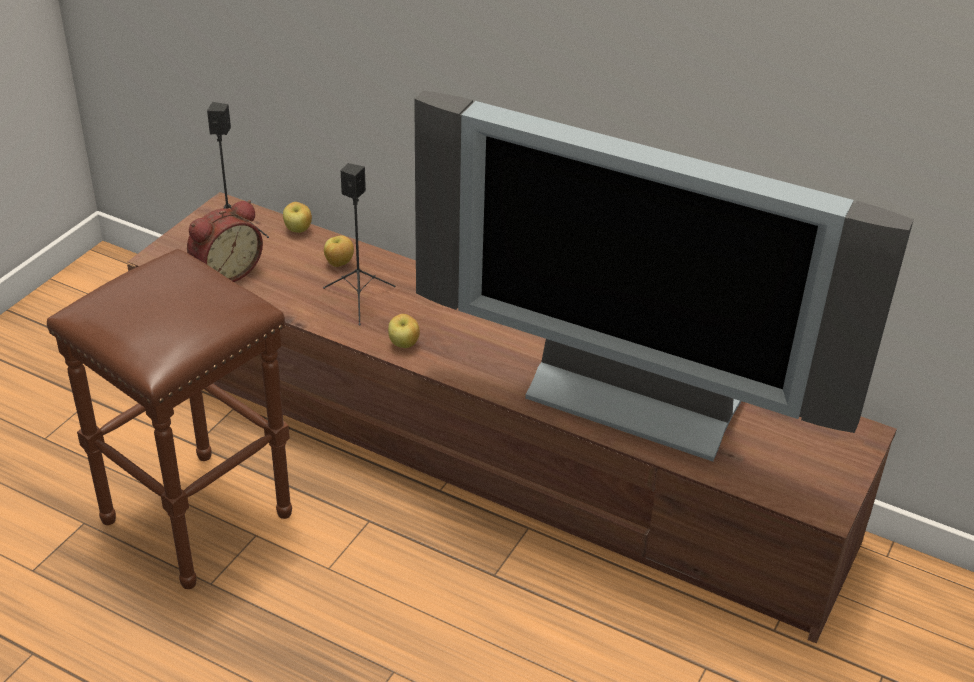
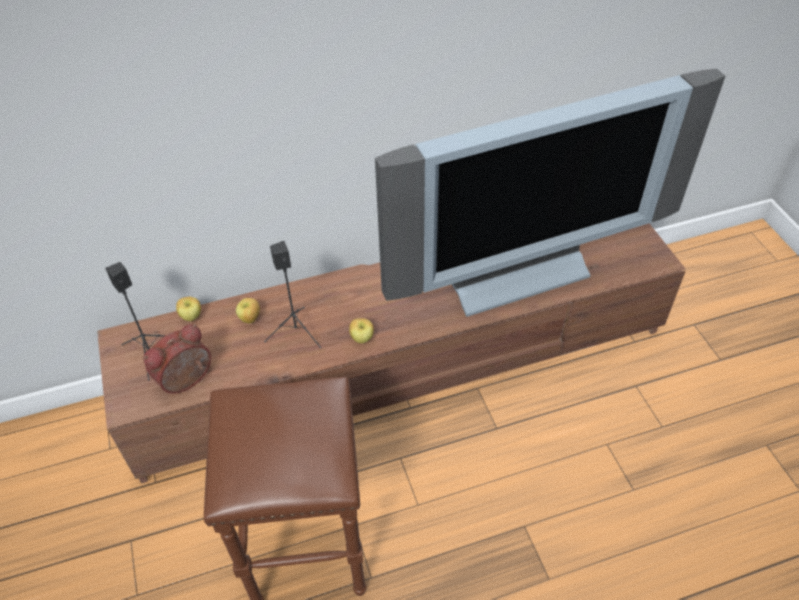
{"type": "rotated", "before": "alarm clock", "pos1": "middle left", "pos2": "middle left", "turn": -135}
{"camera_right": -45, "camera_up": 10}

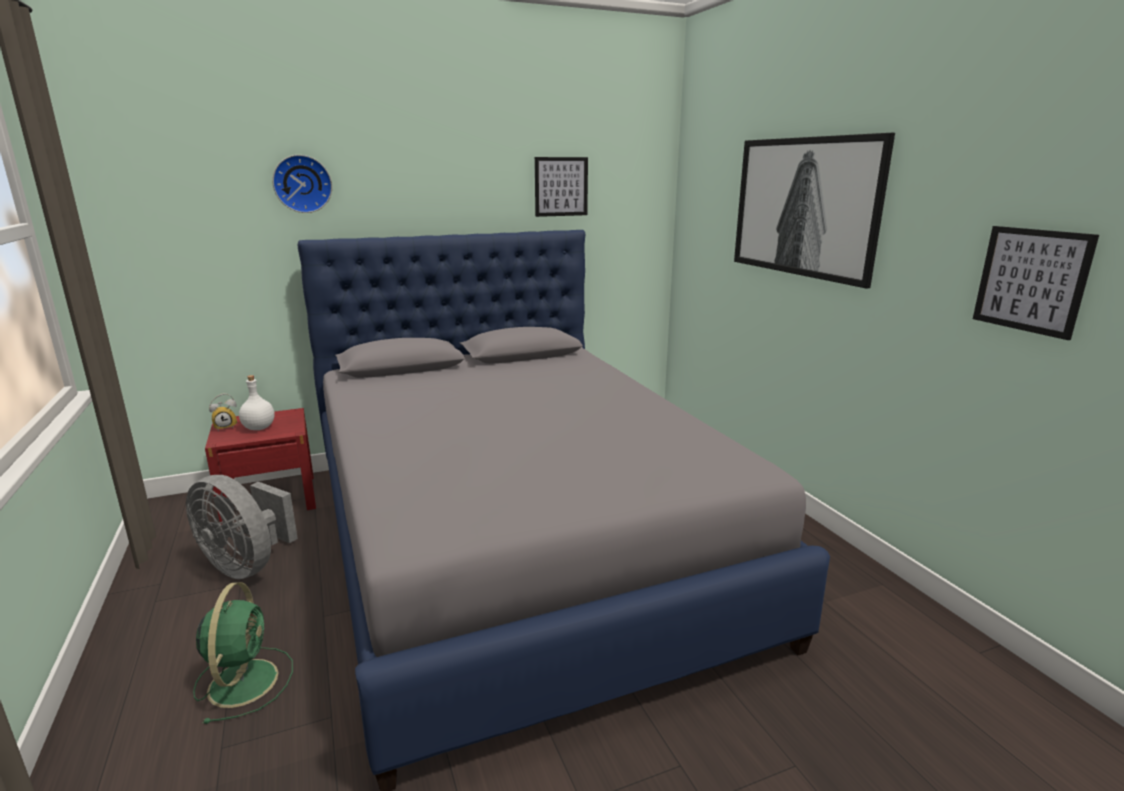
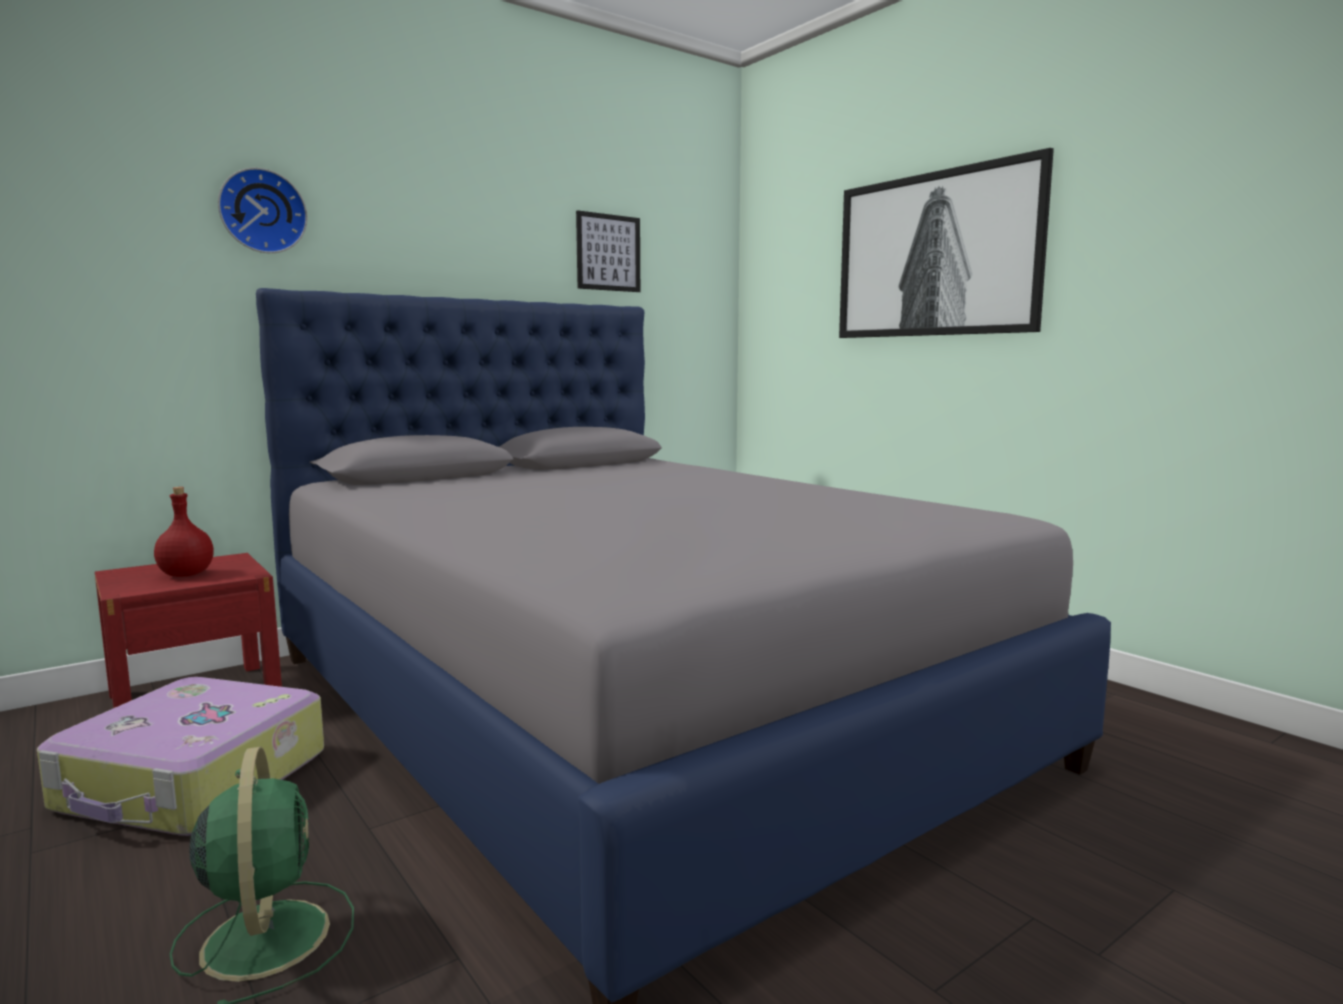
{"type": "gone", "before": "picture (no. 3 from left)", "pos1": "middle right"}
{"type": "repainted", "before": "white bottle", "after": "red bottle", "pos1": "middle left", "pos2": "middle left"}
{"type": "gone", "before": "alarm clock", "pos1": "middle left"}
{"type": "swapped", "before": "grey fan", "after": "suitcase", "pos1": "middle left", "pos2": "bottom left"}
{"camera_right": -15, "camera_up": -10}

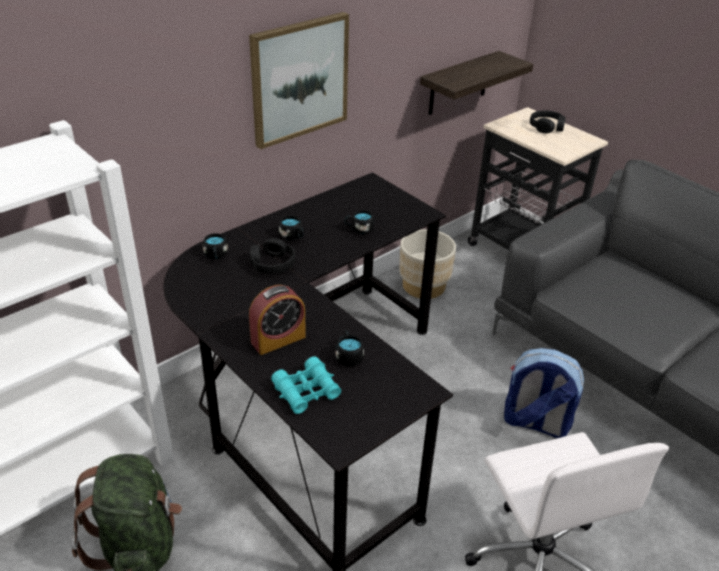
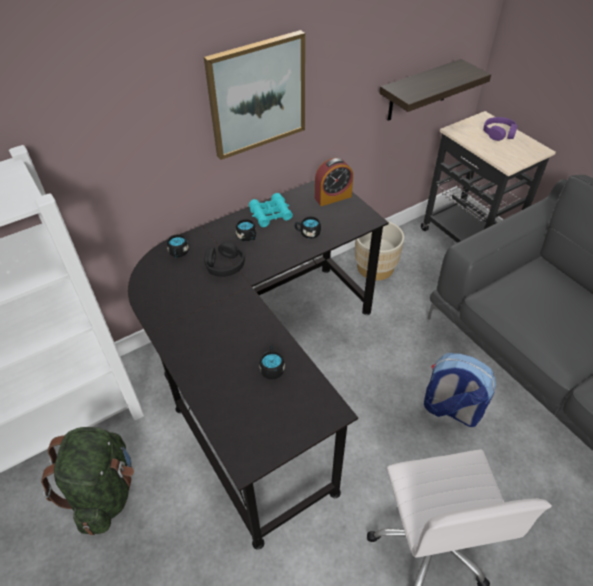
{"type": "repainted", "before": "black headphones (no. 2 from left)", "after": "purple headphones", "pos1": "top right", "pos2": "top right"}
{"type": "shifted", "before": "alarm clock", "pos1": "centre", "pos2": "top centre"}
{"type": "shifted", "before": "turquoise binoculars", "pos1": "bottom centre", "pos2": "centre"}
{"camera_right": 10, "camera_up": 10}

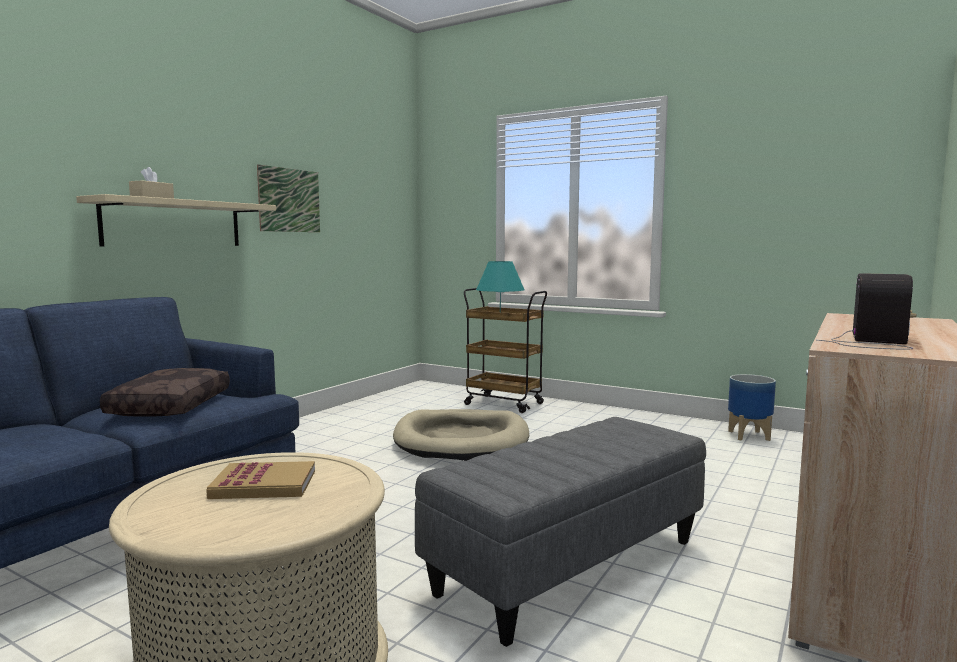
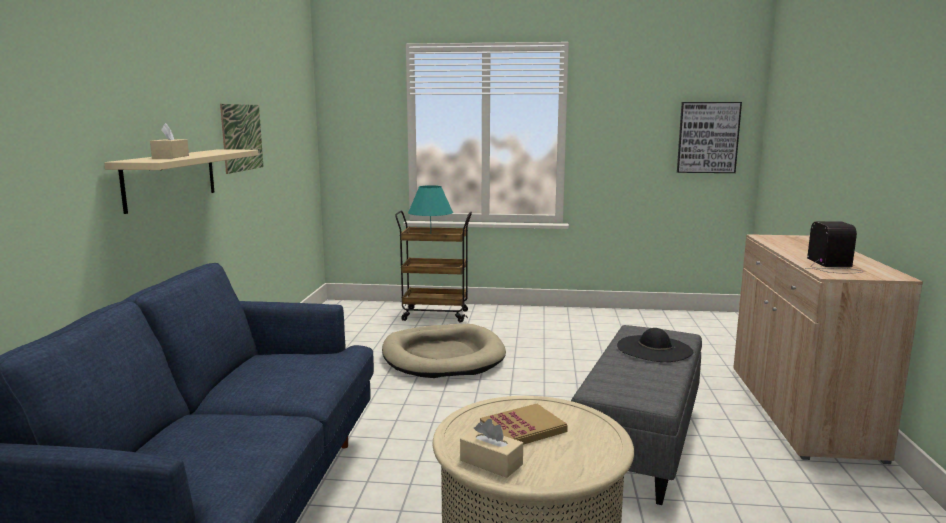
{"type": "gone", "before": "brown pillow", "pos1": "middle left"}
{"type": "gone", "before": "planter", "pos1": "middle right"}
{"type": "new", "after": "picture (no. 2 from left)", "pos2": "top right"}
{"type": "new", "after": "black hat", "pos2": "middle right"}
{"type": "new", "after": "beige tissue box (no. 2 from left)", "pos2": "bottom centre"}
{"camera_right": -25, "camera_up": 5}

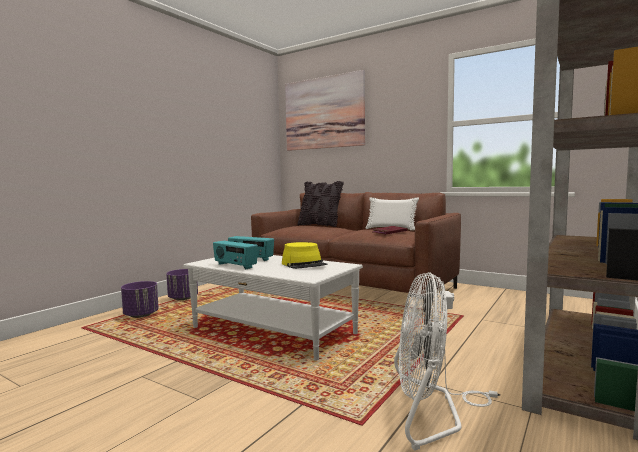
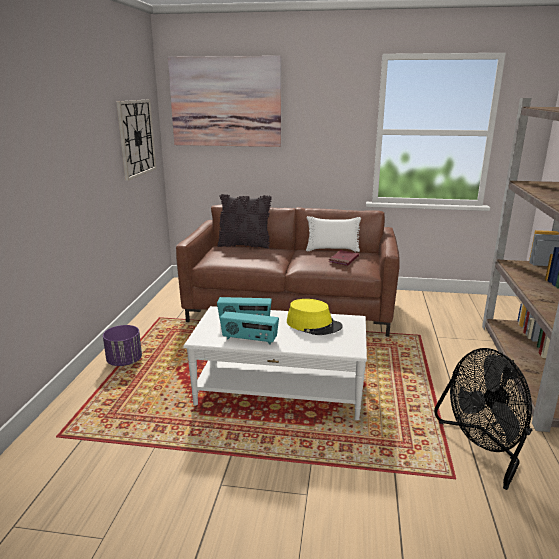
{"type": "repainted", "before": "white fan", "after": "black fan", "pos1": "bottom right", "pos2": "bottom right"}
{"type": "gone", "before": "purple planter (no. 1 from left)", "pos1": "middle left"}
{"type": "new", "after": "wall clock", "pos2": "top left"}
{"camera_right": -25, "camera_up": 15}

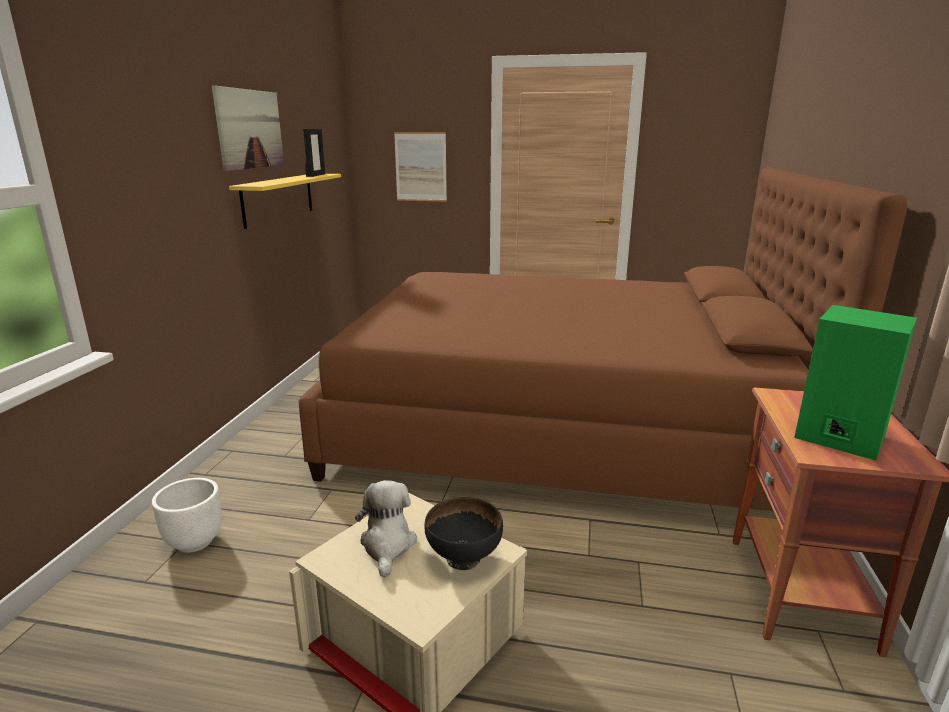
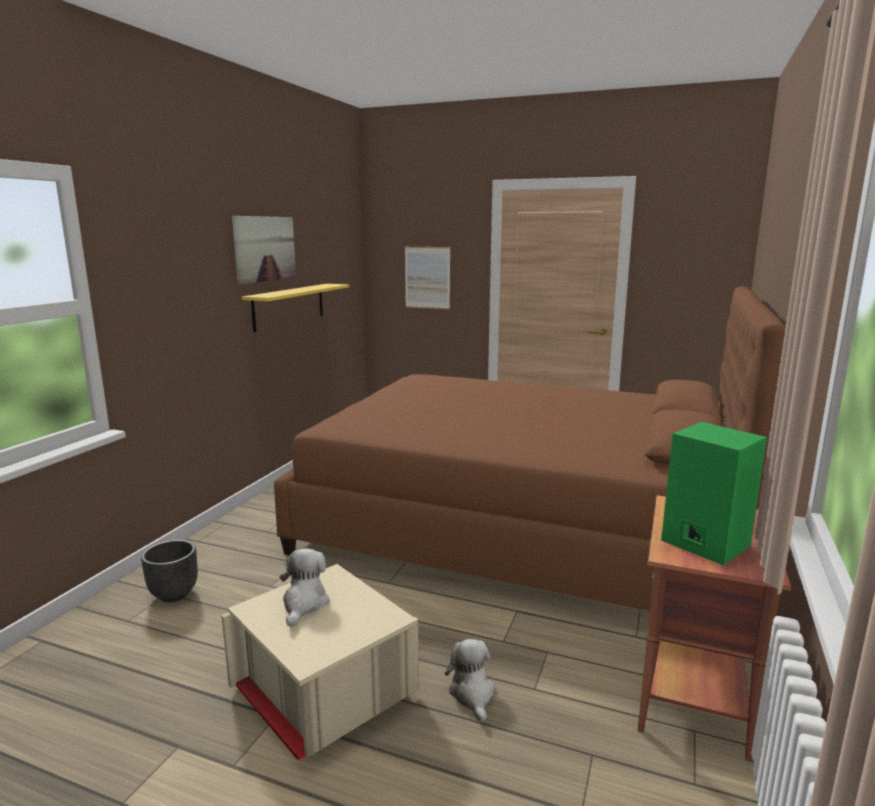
{"type": "gone", "before": "picture frame", "pos1": "top left"}
{"type": "repainted", "before": "white planter", "after": "black planter", "pos1": "bottom left", "pos2": "bottom left"}
{"type": "gone", "before": "black bowl", "pos1": "bottom centre"}
{"type": "new", "after": "plush toy (no. 2 from left)", "pos2": "bottom centre"}
{"camera_right": 10, "camera_up": -5}

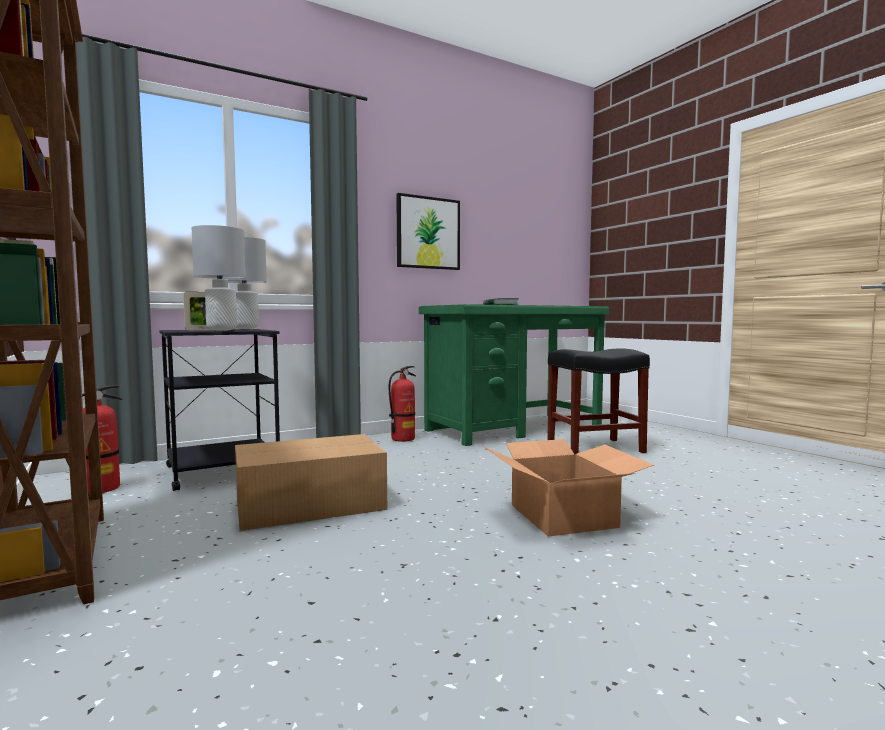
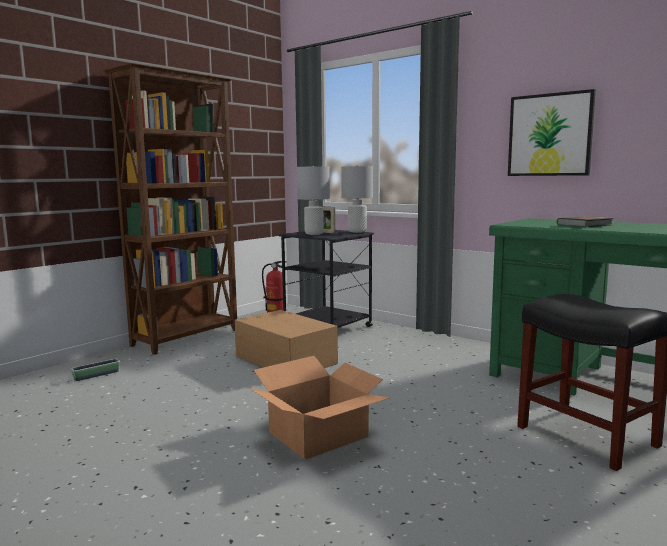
{"type": "gone", "before": "fire extinguisher (no. 2 from left)", "pos1": "centre"}
{"type": "new", "after": "planter", "pos2": "bottom left"}
{"camera_right": 70, "camera_up": 5}

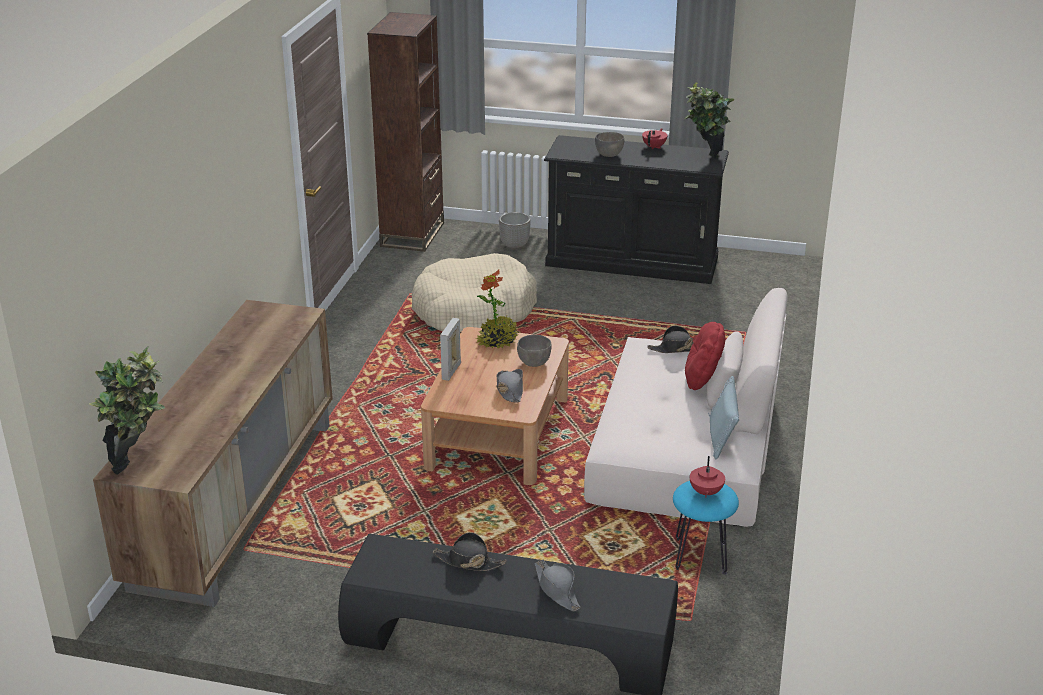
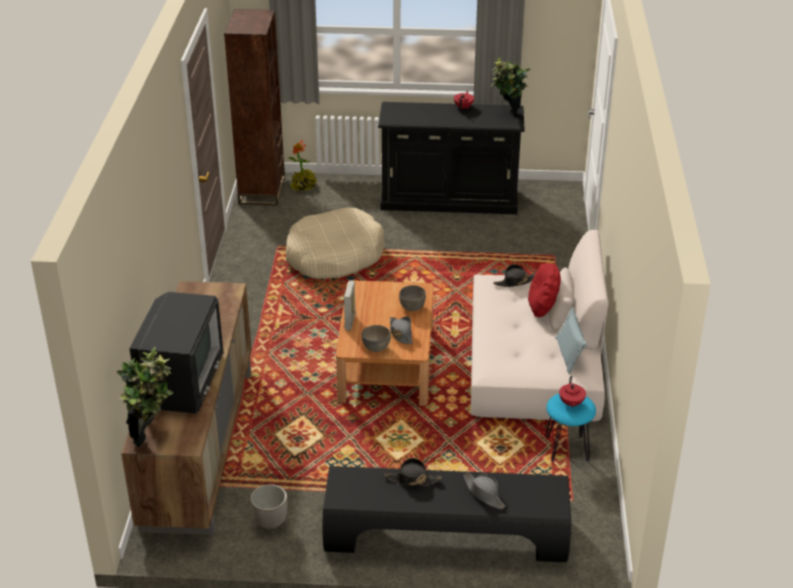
{"type": "shifted", "before": "grey bowl (no. 2 from left in the first image)", "after": "grey bowl (no. 1 from left)", "pos1": "top centre", "pos2": "centre"}
{"type": "shifted", "before": "planter", "pos1": "top centre", "pos2": "bottom centre"}
{"type": "shifted", "before": "potted plant (no. 2 from left)", "pos1": "centre", "pos2": "top centre"}
{"type": "new", "after": "television", "pos2": "middle left"}
{"camera_right": -10, "camera_up": 5}

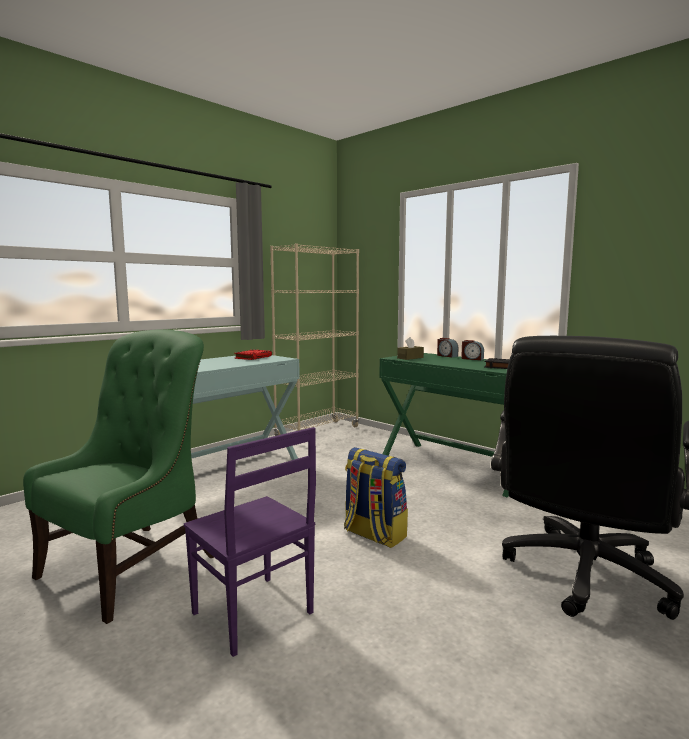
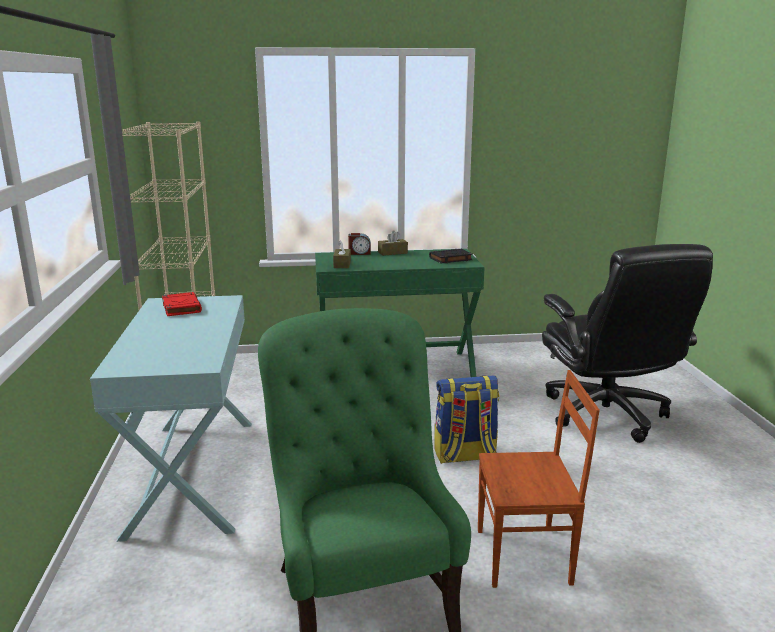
{"type": "swapped", "before": "alarm clock (no. 2 from left)", "after": "brown tissue box (no. 2 from left)", "pos1": "middle right", "pos2": "centre"}
{"type": "repainted", "before": "purple chair", "after": "brown chair", "pos1": "bottom centre", "pos2": "bottom right"}
{"camera_right": -50, "camera_up": 10}

